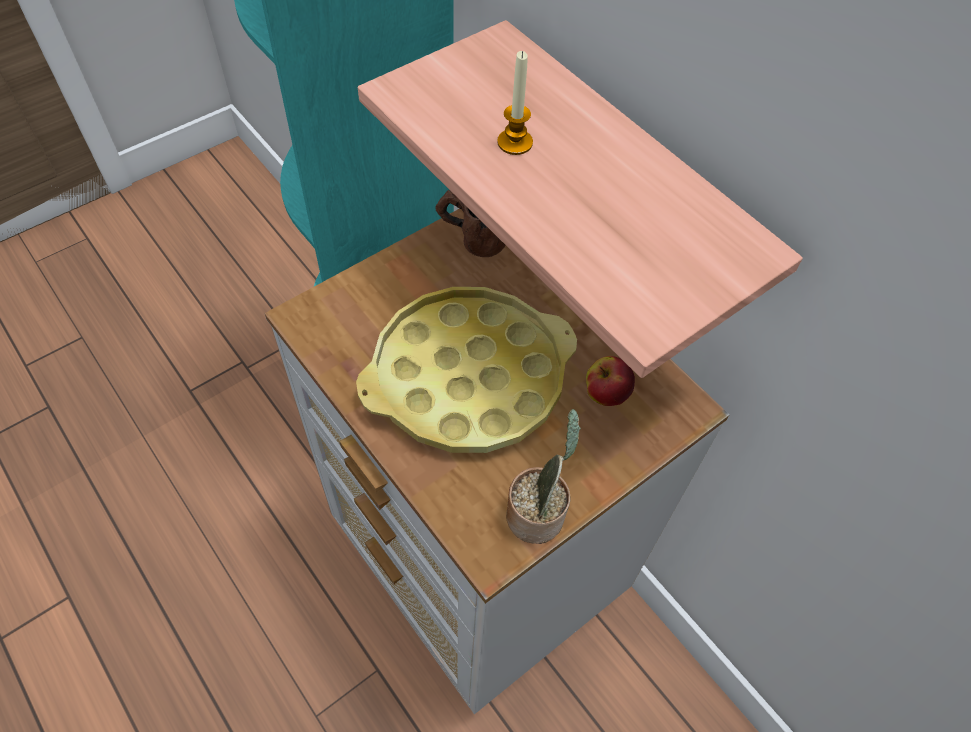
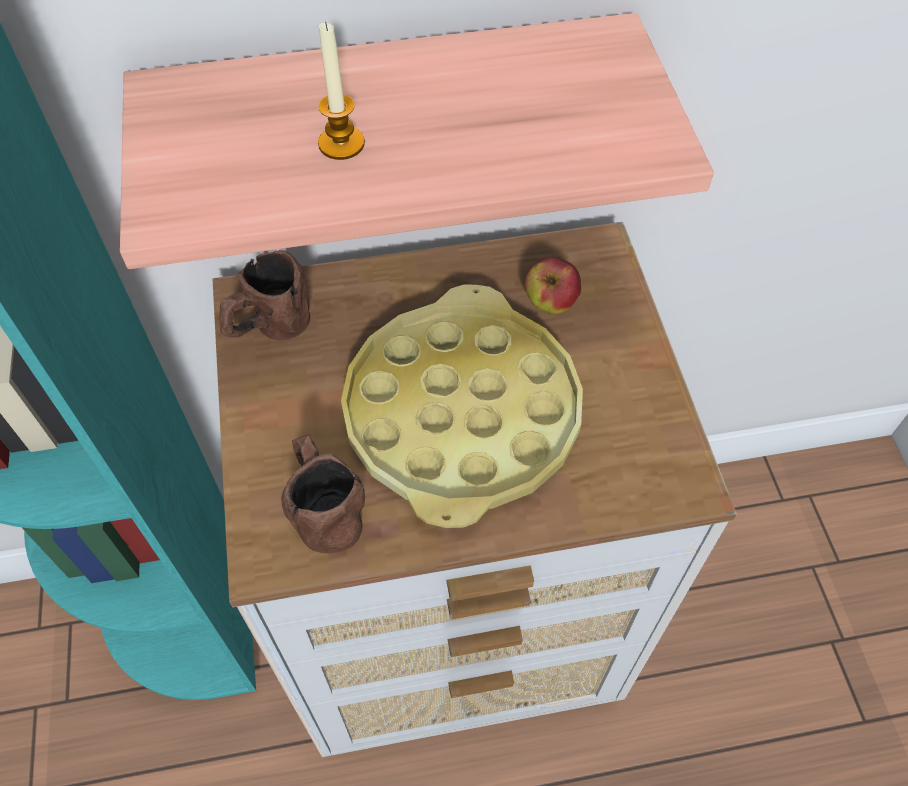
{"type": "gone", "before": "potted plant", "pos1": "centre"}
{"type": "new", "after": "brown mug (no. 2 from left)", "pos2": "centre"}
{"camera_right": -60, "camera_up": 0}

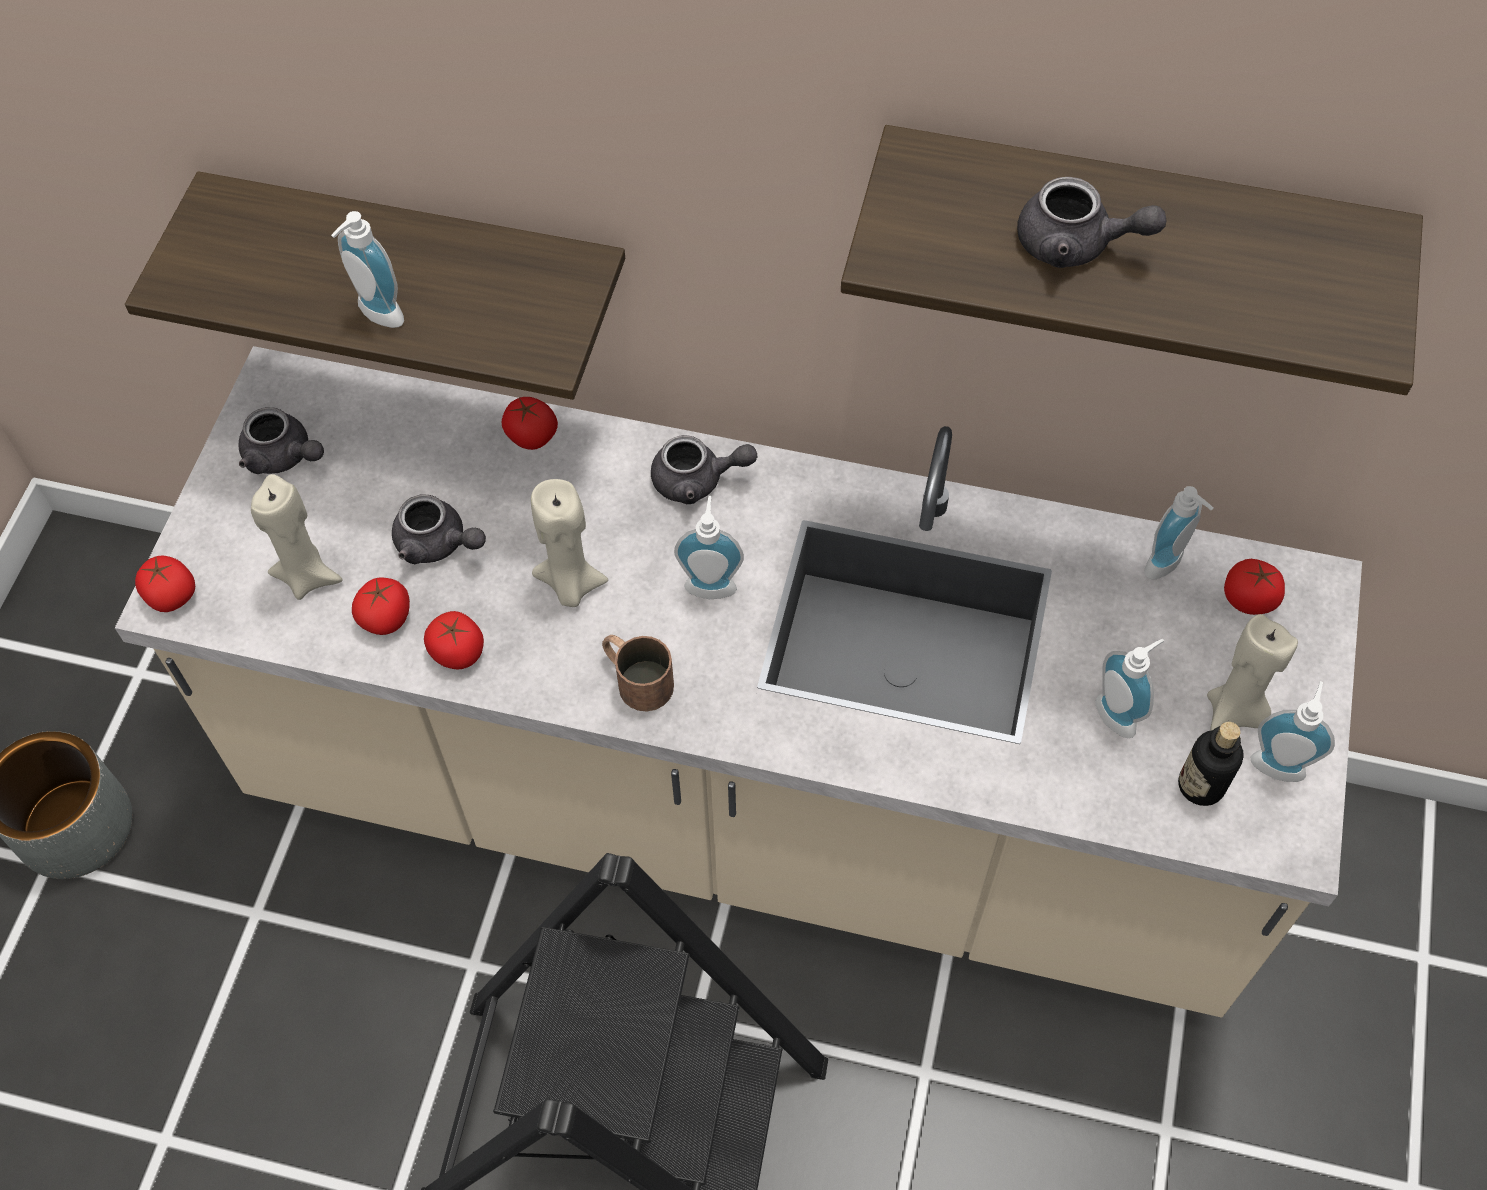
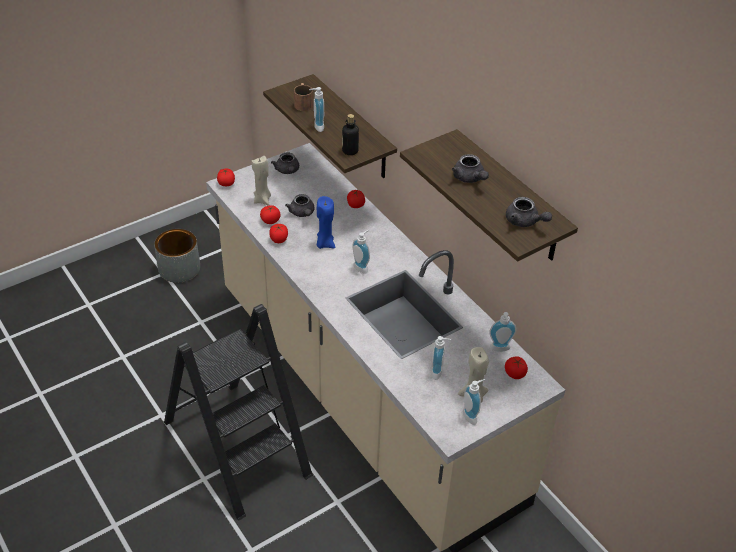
{"type": "shifted", "before": "grey teapot (no. 3 from left in the first image)", "after": "grey teapot (no. 4 from left)", "pos1": "centre", "pos2": "middle right"}
{"type": "repainted", "before": "beige candle (no. 2 from left)", "after": "blue candle", "pos1": "centre", "pos2": "centre"}
{"type": "shifted", "before": "brown mug", "pos1": "centre", "pos2": "top centre"}
{"type": "shifted", "before": "bottle", "pos1": "middle right", "pos2": "top centre"}
{"camera_right": 40, "camera_up": -15}

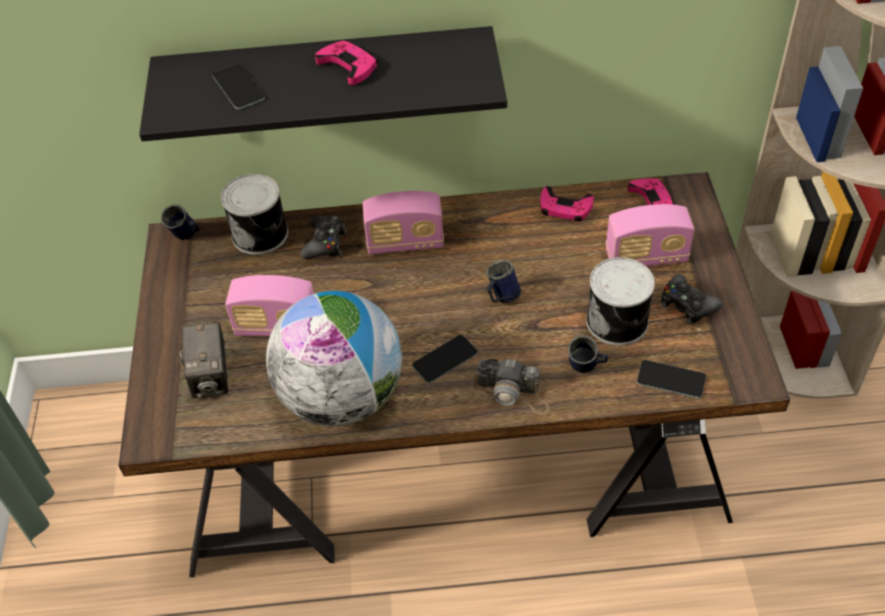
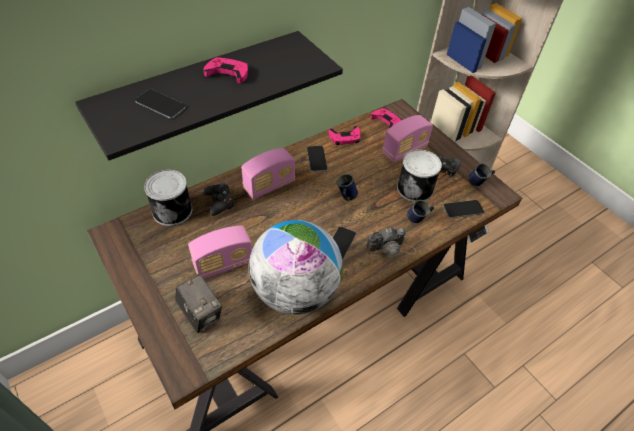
{"type": "shifted", "before": "blue mug (no. 1 from left in the first image)", "after": "blue mug (no. 3 from left)", "pos1": "middle left", "pos2": "middle right"}
{"type": "new", "after": "phone (no. 2 from left)", "pos2": "centre"}
{"camera_right": -35, "camera_up": 0}

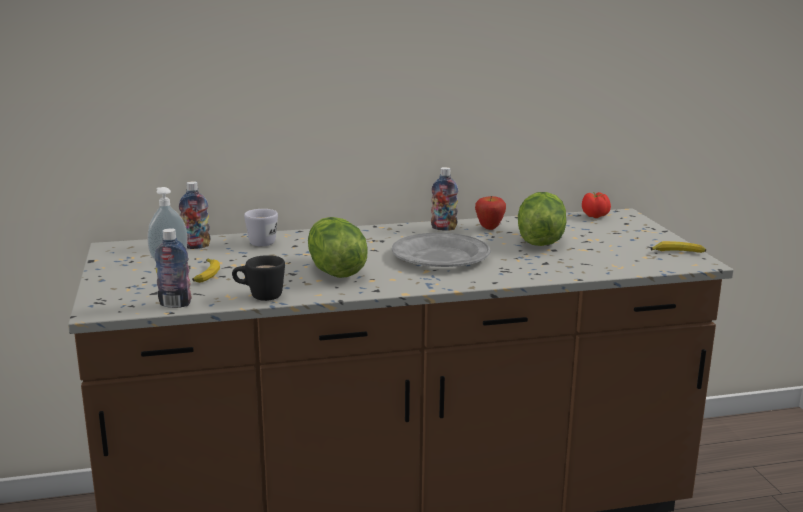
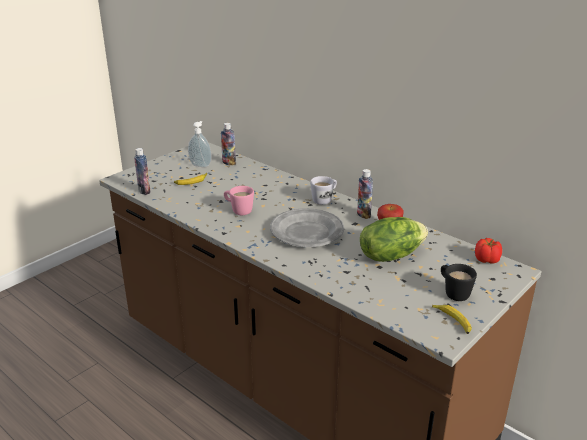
{"type": "shifted", "before": "white mug", "pos1": "middle left", "pos2": "centre"}
{"type": "swapped", "before": "lettuce (no. 1 from left)", "after": "pink mug", "pos1": "centre", "pos2": "centre"}
{"type": "shifted", "before": "black mug", "pos1": "middle left", "pos2": "middle right"}
{"camera_right": 55, "camera_up": 10}

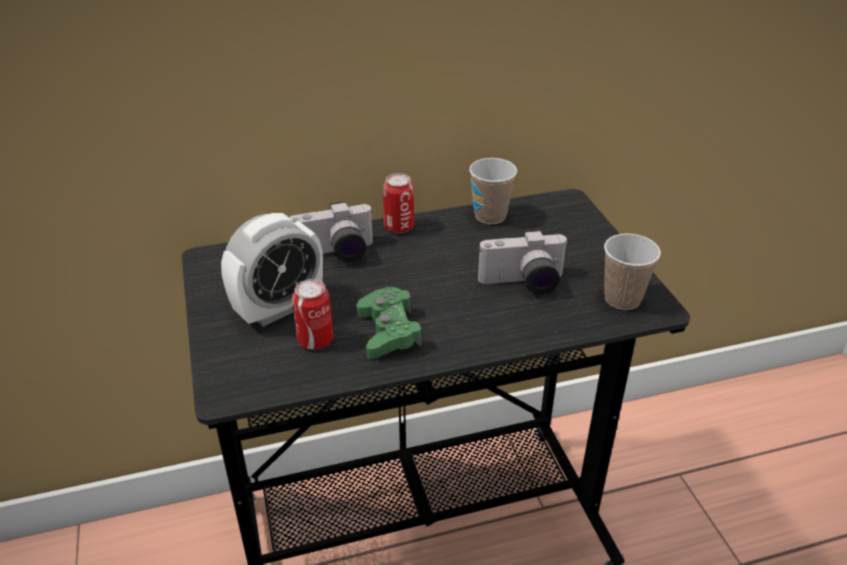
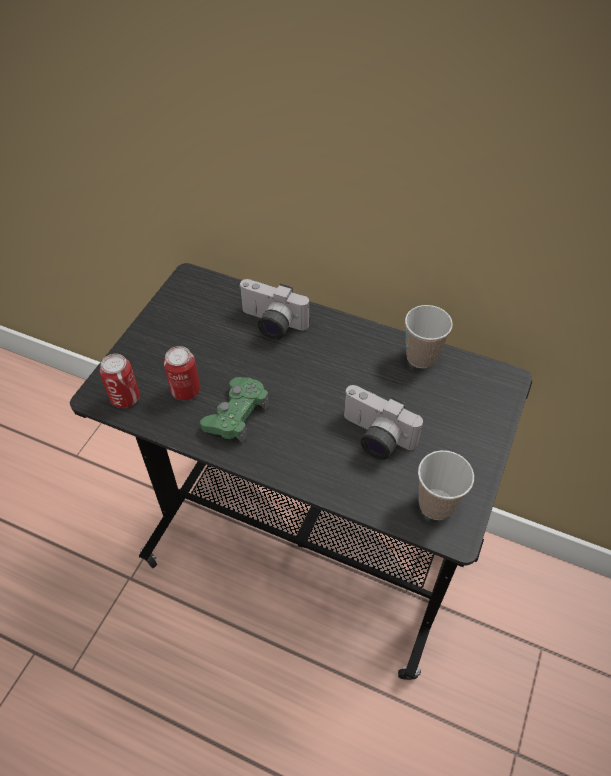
{"type": "shifted", "before": "can (no. 2 from left in the first image)", "after": "can (no. 1 from left)", "pos1": "centre", "pos2": "middle left"}
{"type": "gone", "before": "alarm clock", "pos1": "middle left"}
{"camera_right": 40, "camera_up": 15}

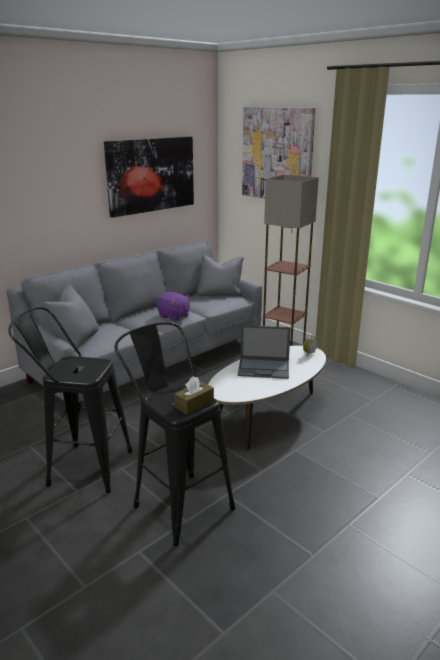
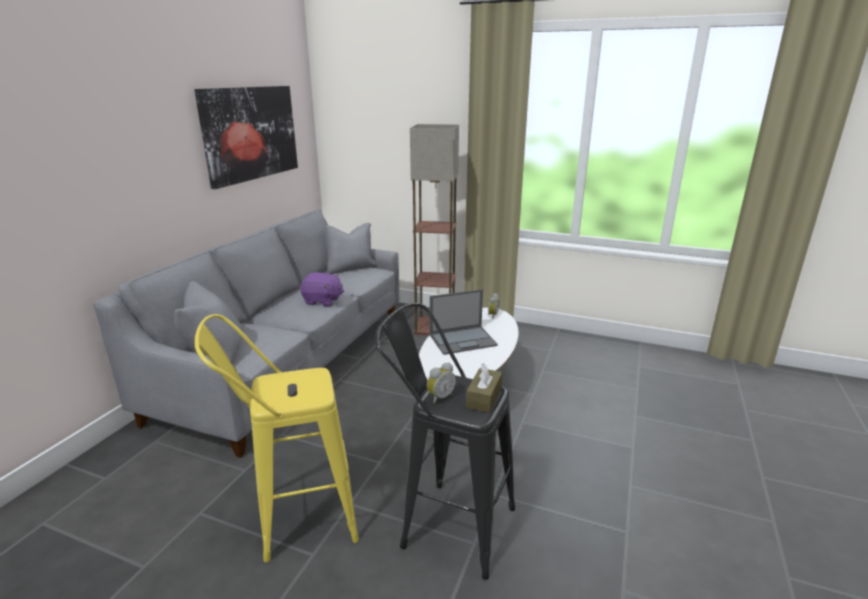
{"type": "gone", "before": "picture (no. 2 from left)", "pos1": "top centre"}
{"type": "repainted", "before": "black stool (no. 1 from left)", "after": "yellow stool", "pos1": "middle left", "pos2": "bottom left"}
{"type": "new", "after": "alarm clock (no. 1 from left)", "pos2": "centre"}
{"camera_right": -25, "camera_up": 0}

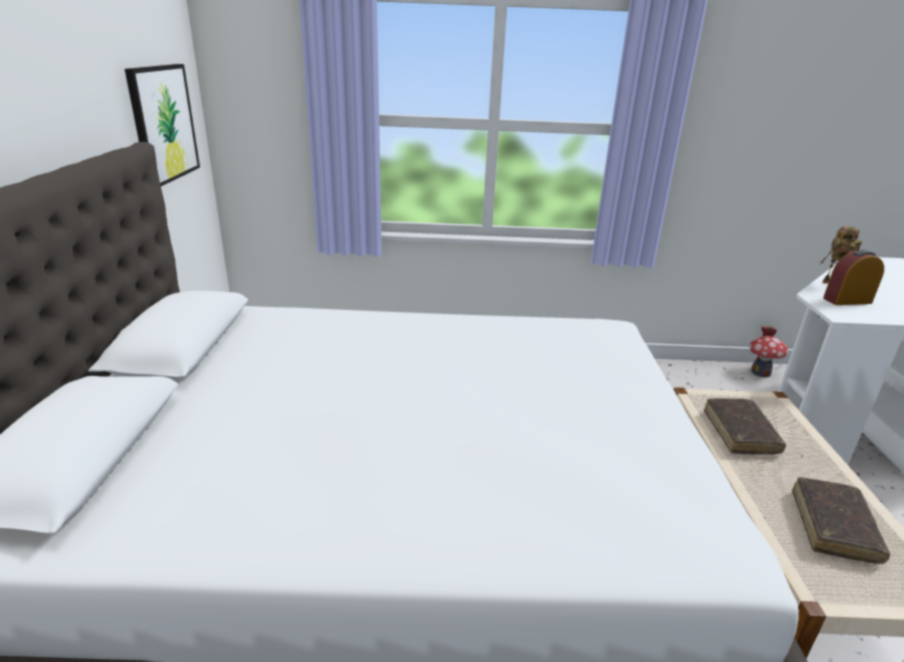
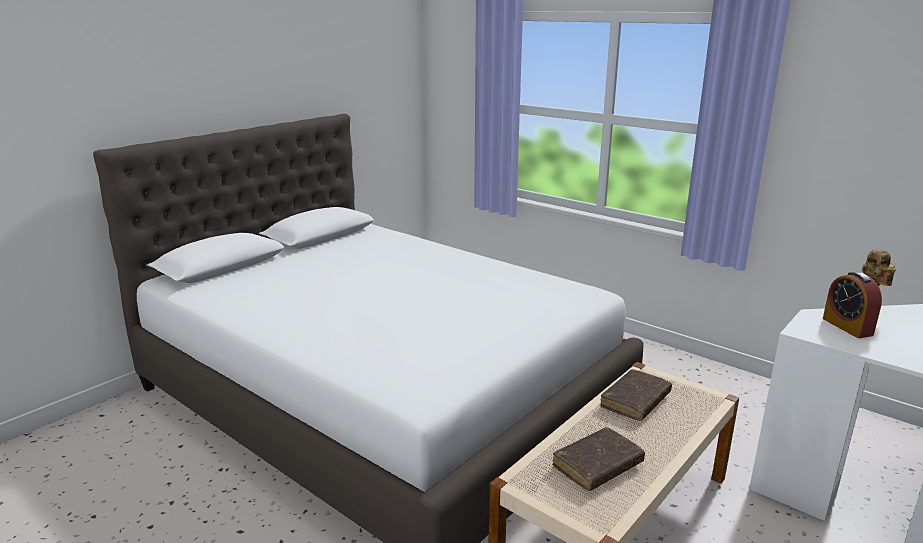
{"type": "gone", "before": "picture", "pos1": "top left"}
{"type": "rotated", "before": "alarm clock", "pos1": "middle right", "pos2": "middle right", "turn": -135}
{"type": "gone", "before": "toy house", "pos1": "middle right"}
{"camera_right": 40, "camera_up": -5}

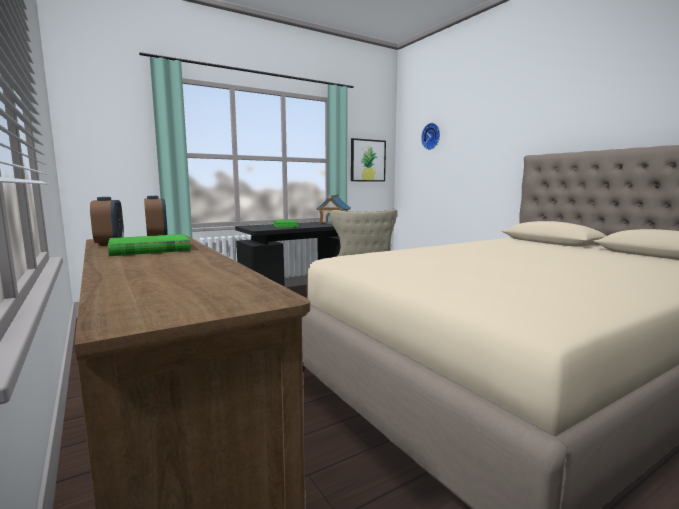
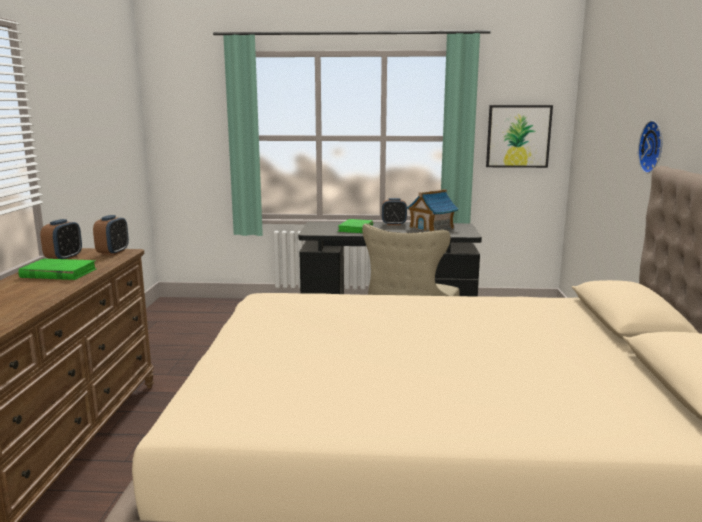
{"type": "shifted", "before": "wall clock", "pos1": "top centre", "pos2": "top right"}
{"type": "new", "after": "alarm clock (no. 3 from left)", "pos2": "centre"}
{"camera_right": 35, "camera_up": 5}

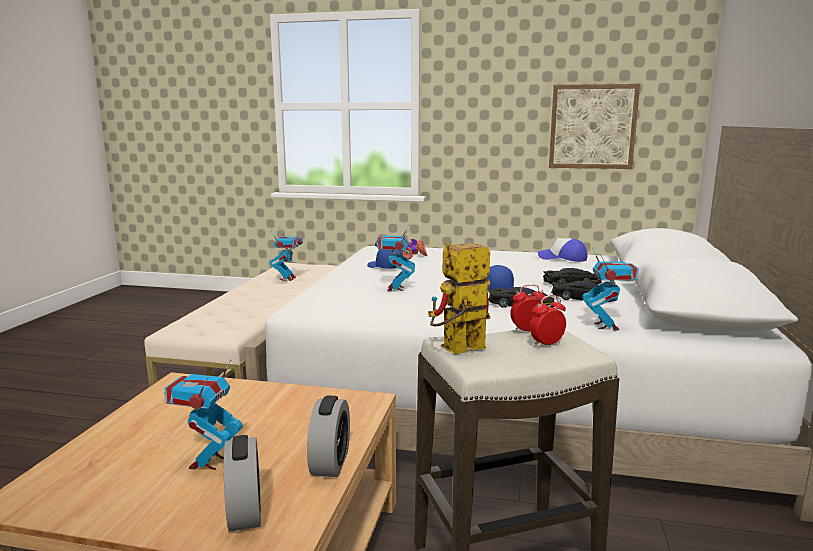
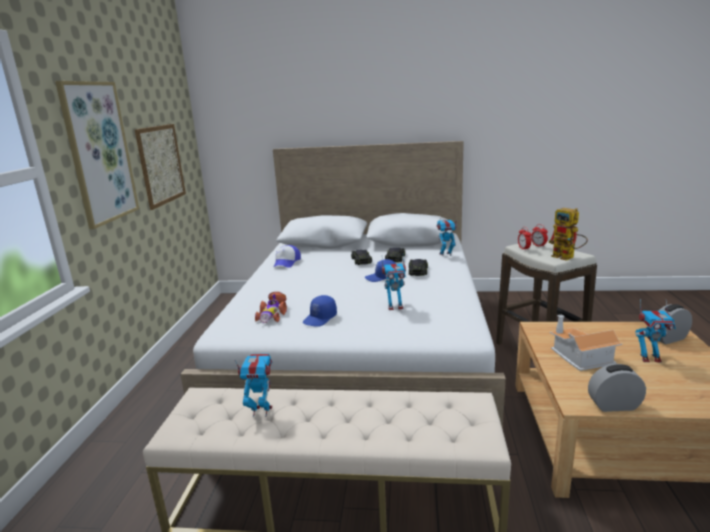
{"type": "shifted", "before": "alarm clock (no. 2 from left in the first image)", "after": "alarm clock (no. 3 from left)", "pos1": "bottom centre", "pos2": "bottom right"}
{"type": "new", "after": "picture (no. 1 from left)", "pos2": "top left"}
{"type": "new", "after": "toy house", "pos2": "middle right"}
{"camera_right": -95, "camera_up": 5}

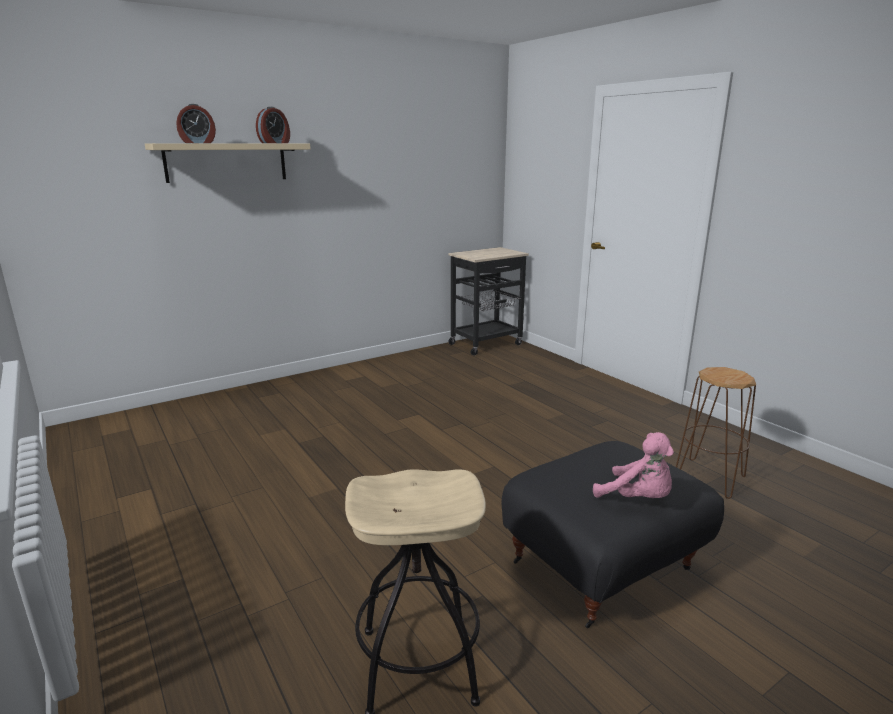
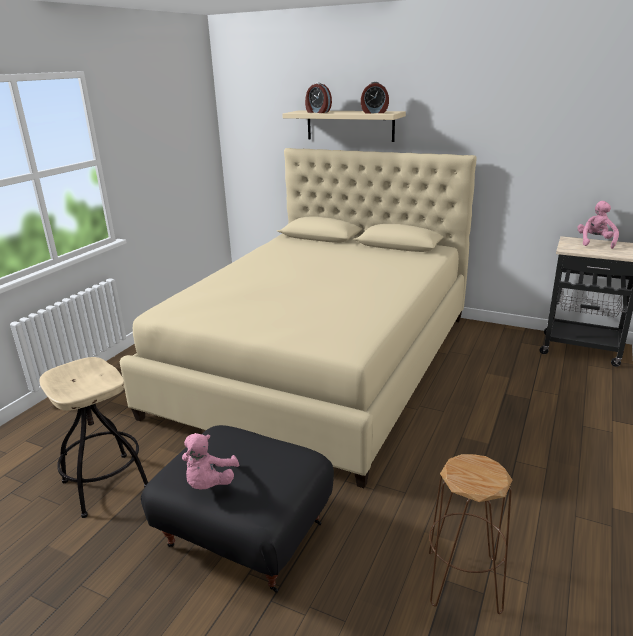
{"type": "new", "after": "beige bed", "pos2": "centre"}
{"type": "new", "after": "pink plush toy (no. 2 from left)", "pos2": "middle right"}
{"camera_right": 60, "camera_up": 5}

